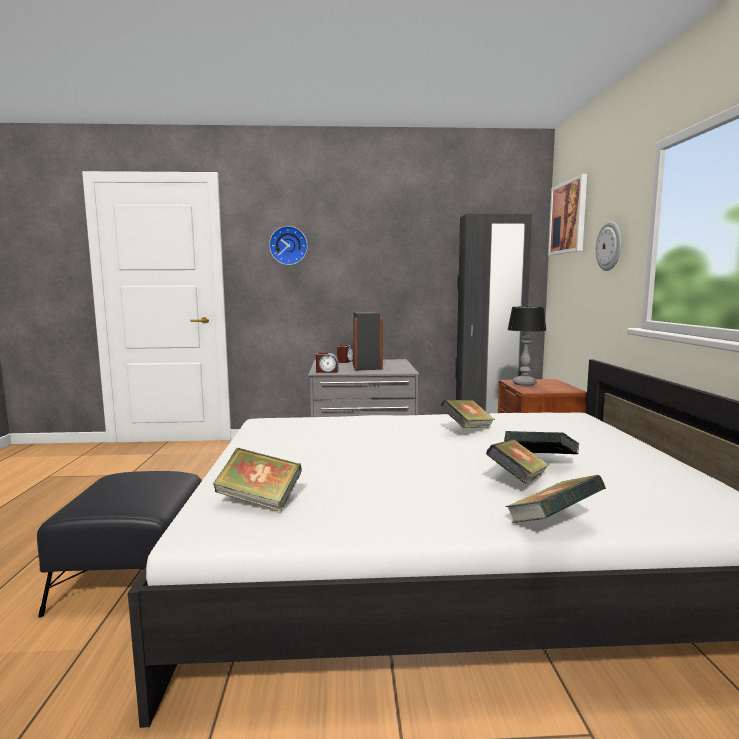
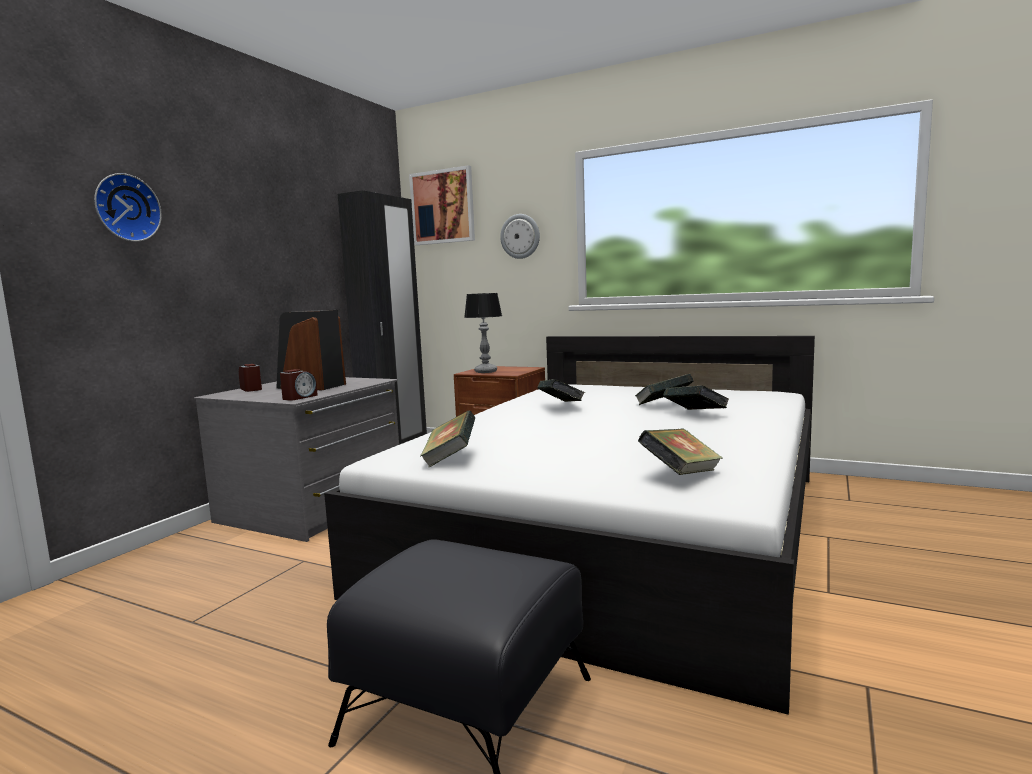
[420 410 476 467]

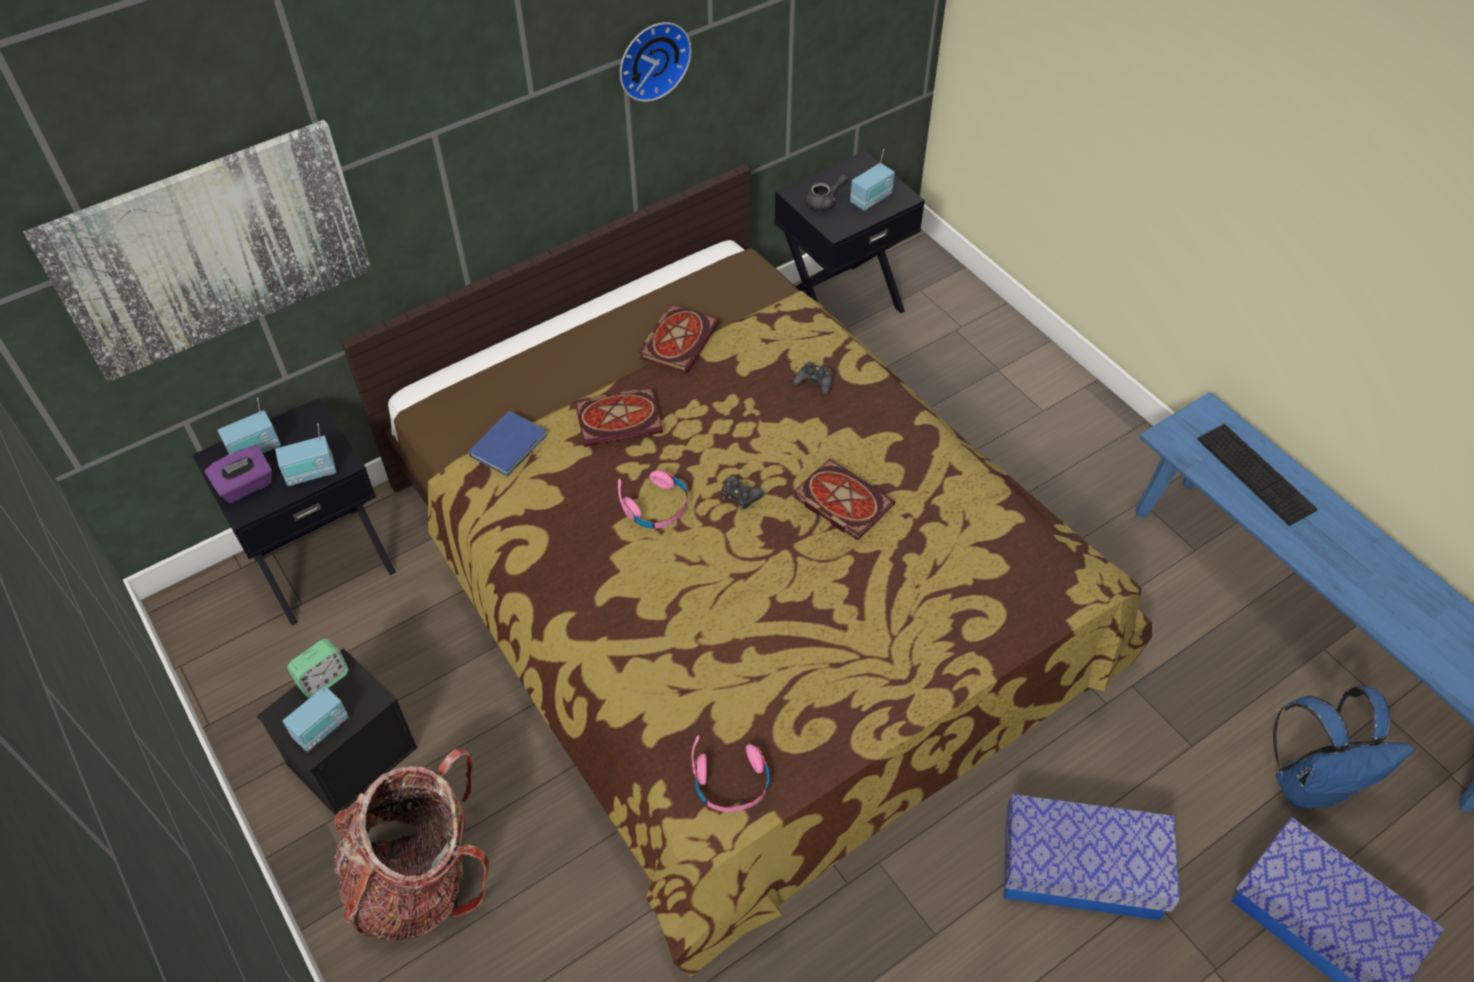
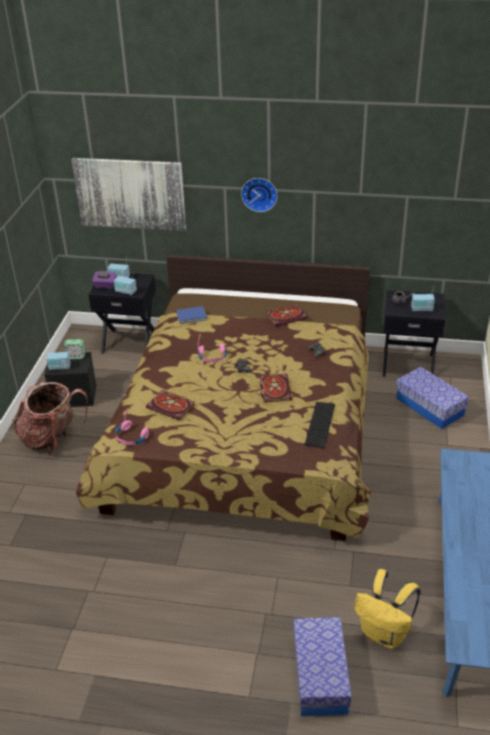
[146 390 195 421]
[241 178 278 212]
[396 367 469 429]
[305 402 335 448]
[354 569 421 649]

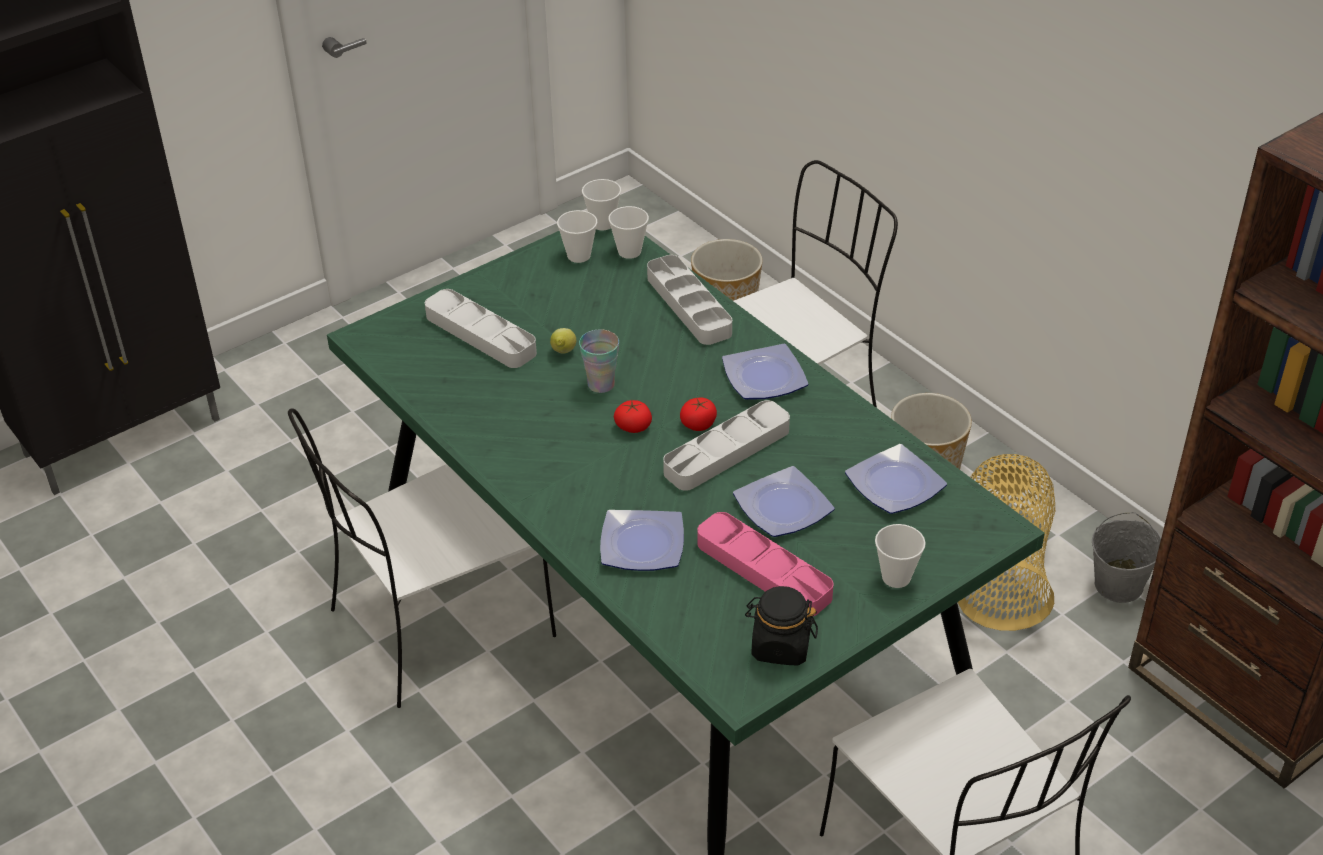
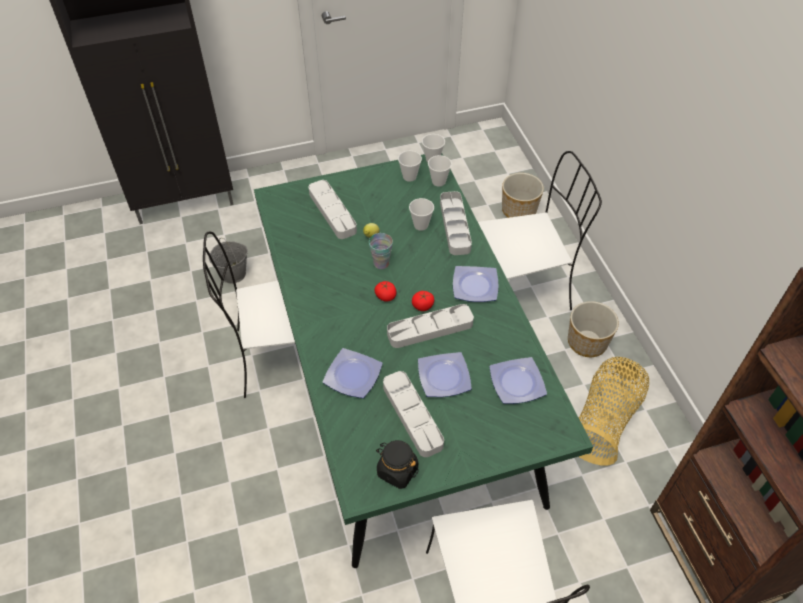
[409 198 434 231]
[209 238 248 284]
[383 371 444 457]

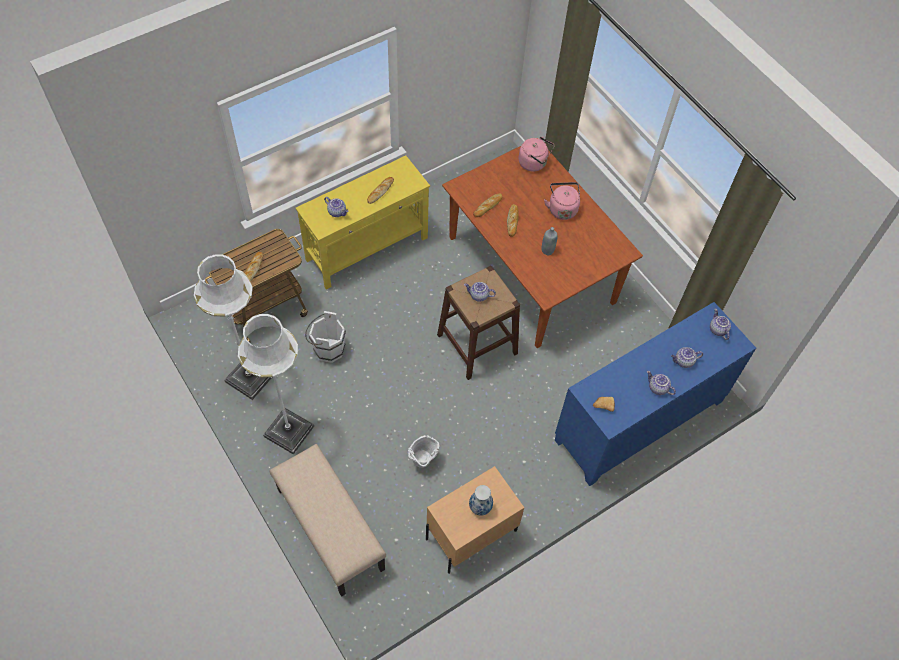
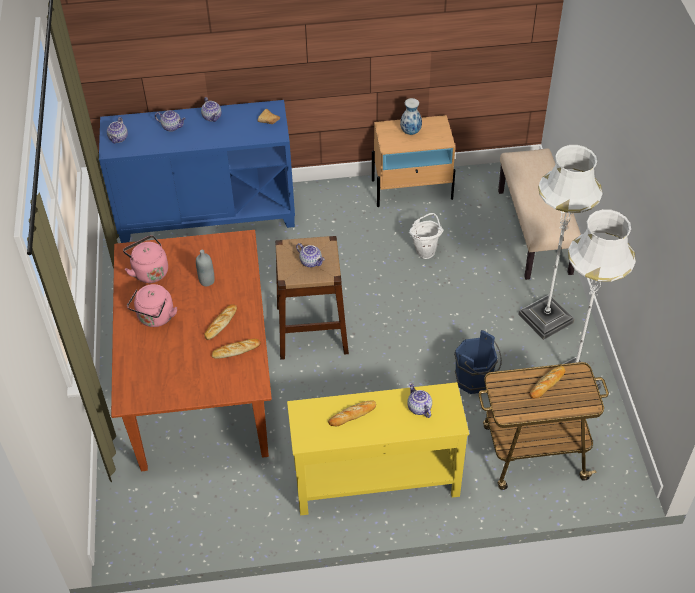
[123 235 168 283]
[454 330 502 394]

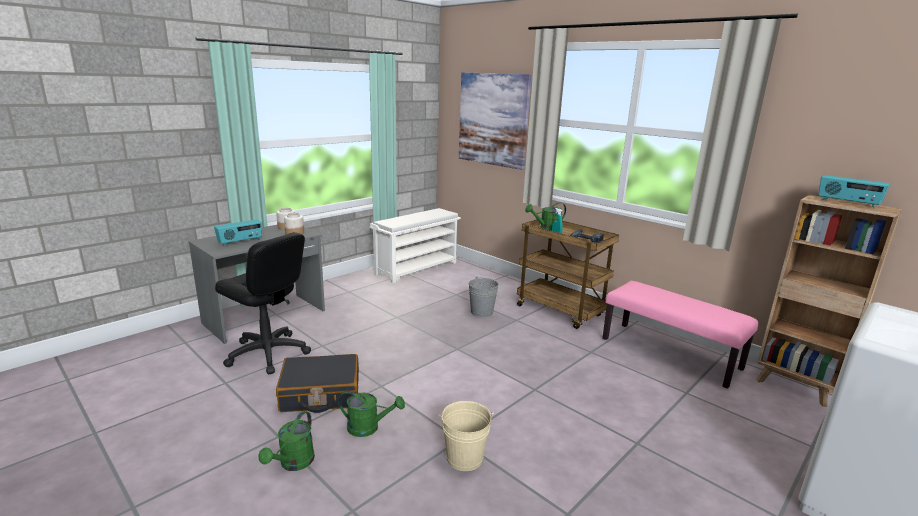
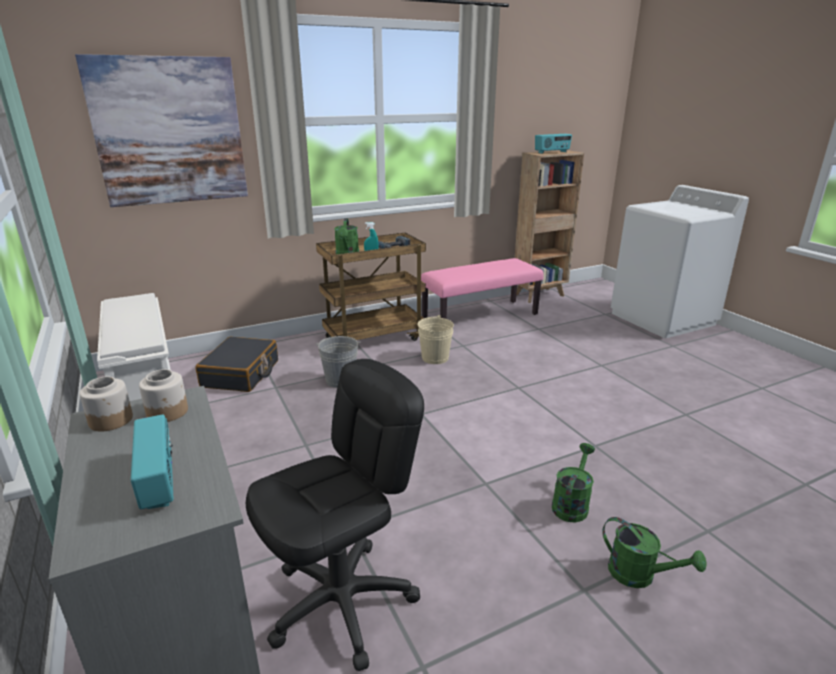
[195 337 278 392]
[417 315 454 364]

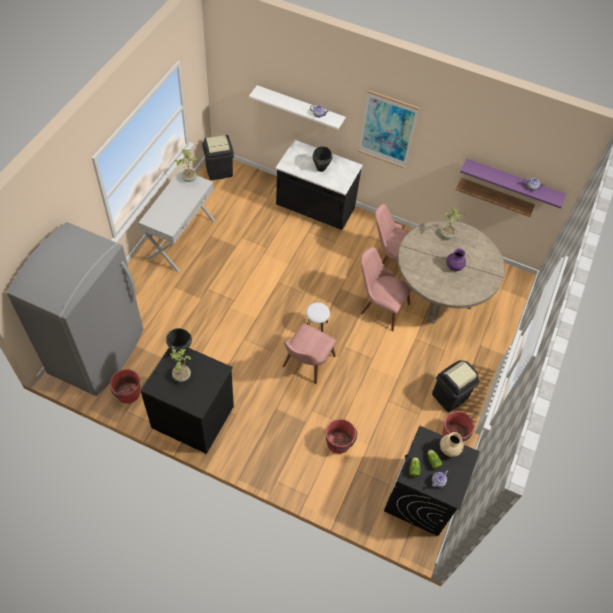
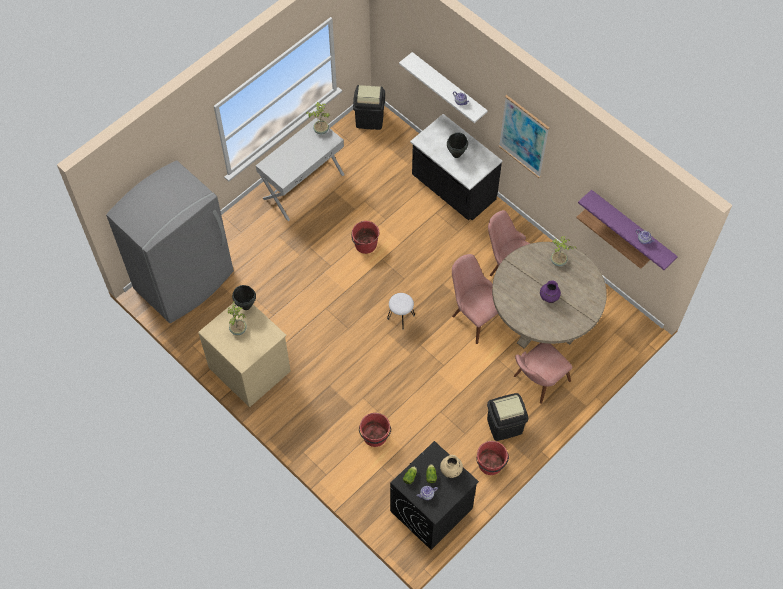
[351 221 379 254]
[514 343 573 404]
[198 303 291 407]

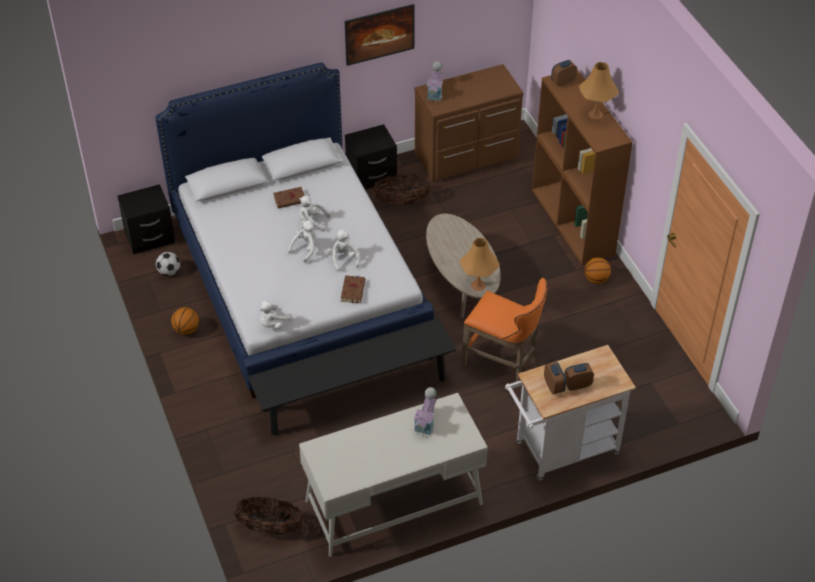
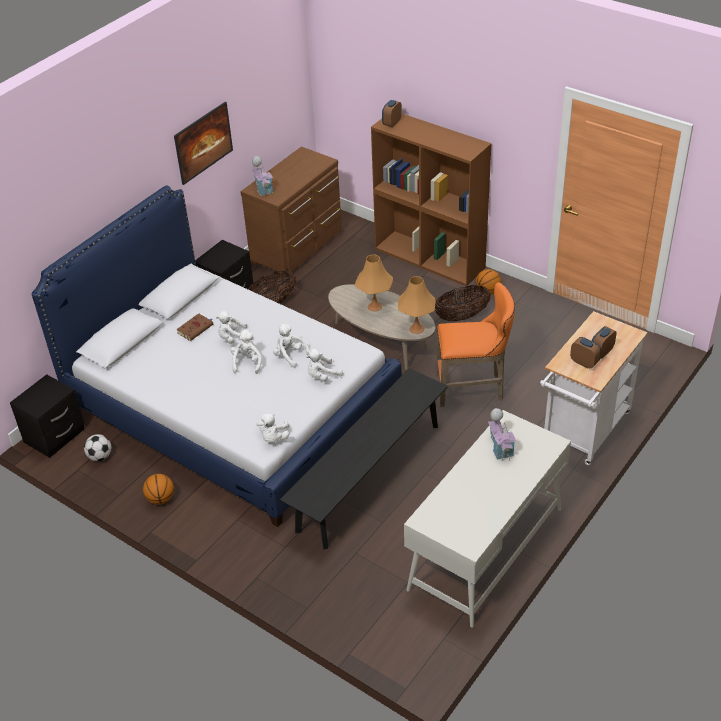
[435 285 491 321]
[355 254 393 311]
[306 349 343 382]

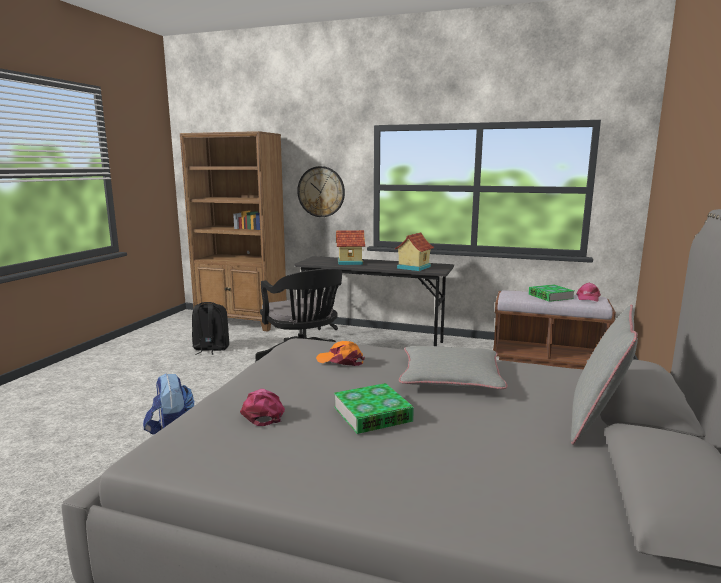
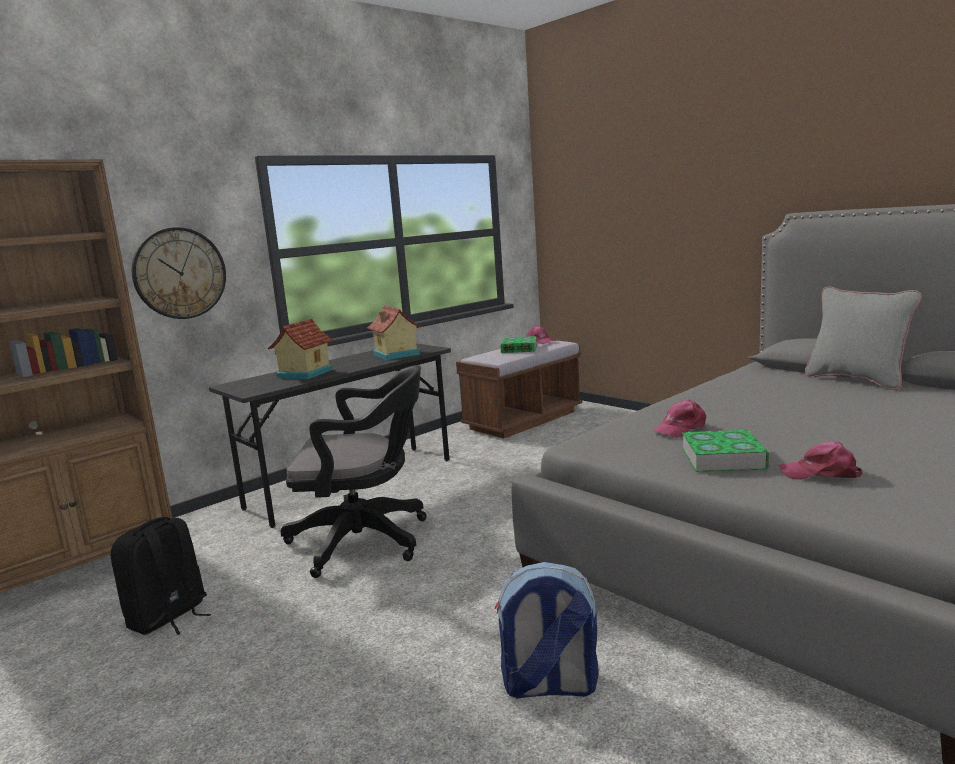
[399 346 508 389] (first image)
[682 430 769 472]
[653 399 706 438]

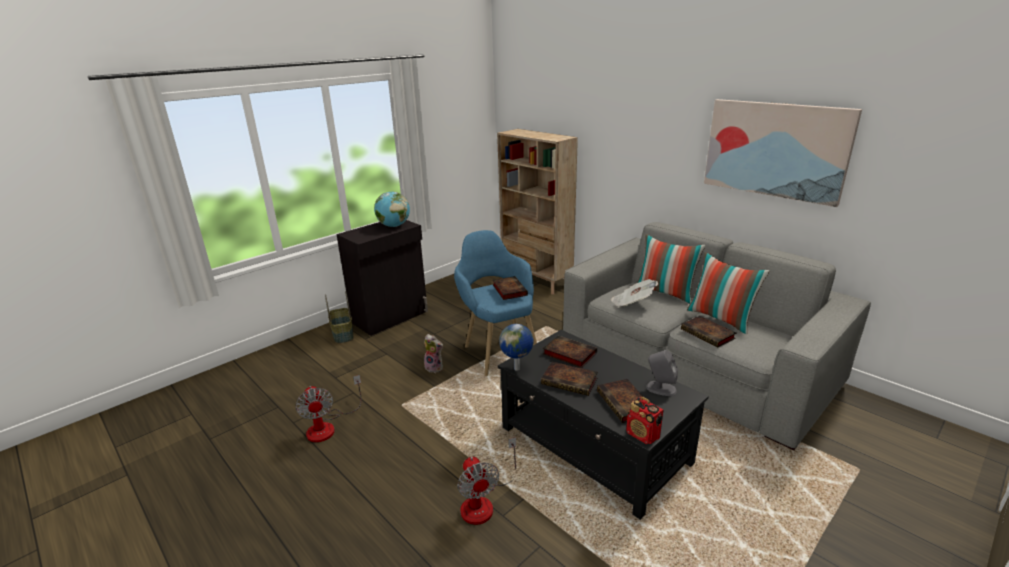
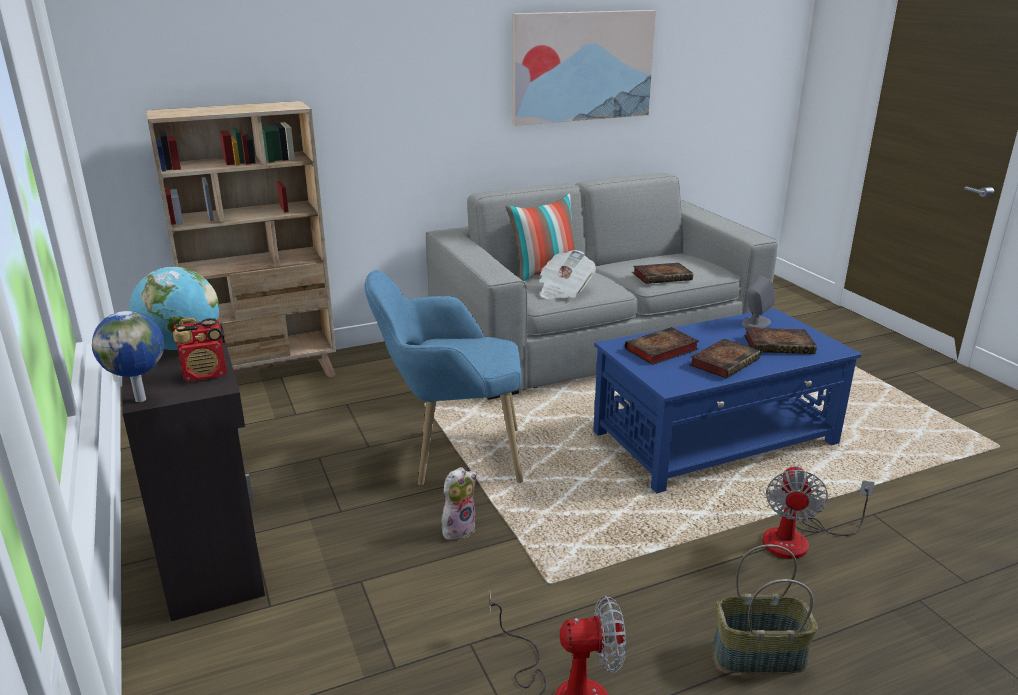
[493 276 528 300] (first image)
[687 252 769 334] (first image)
[713 544 818 673]
[92 311 164 402]
[173 318 227 382]
[593 308 862 493]
[762 465 875 559]

